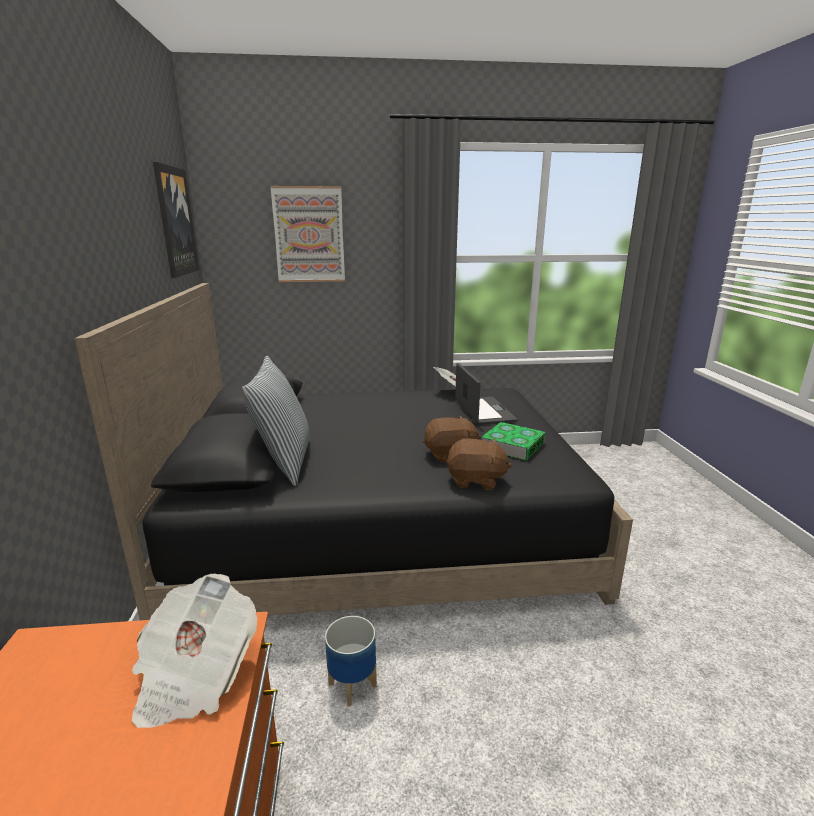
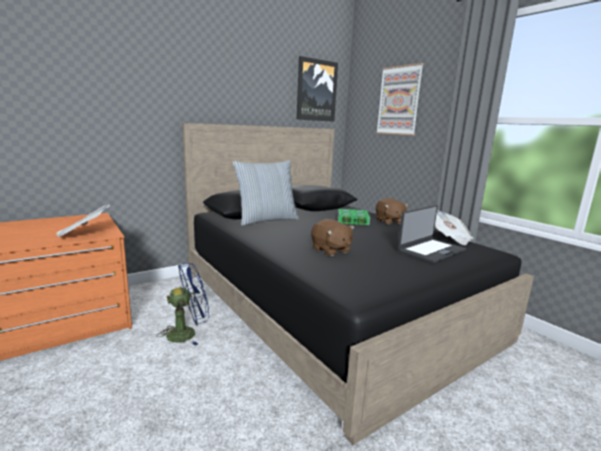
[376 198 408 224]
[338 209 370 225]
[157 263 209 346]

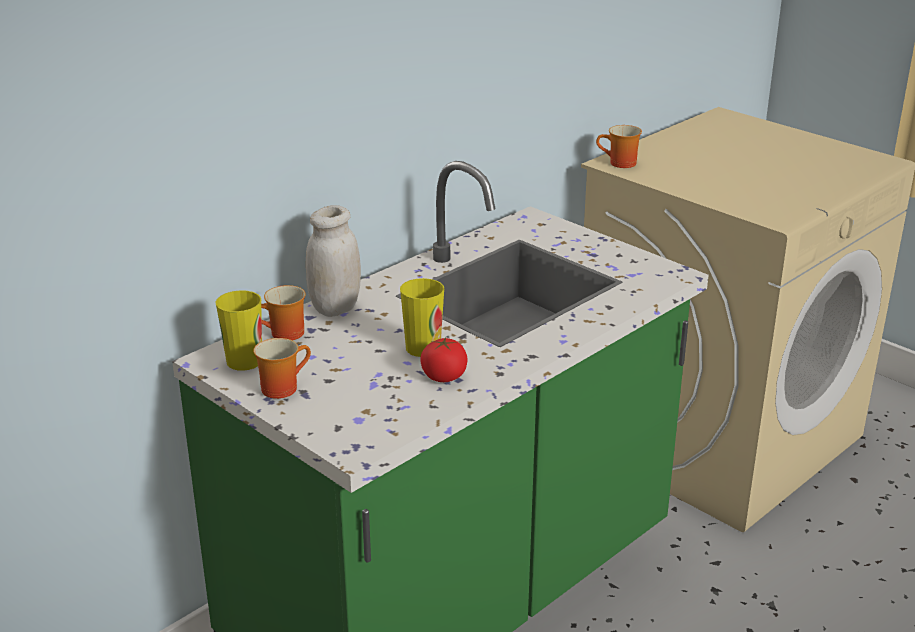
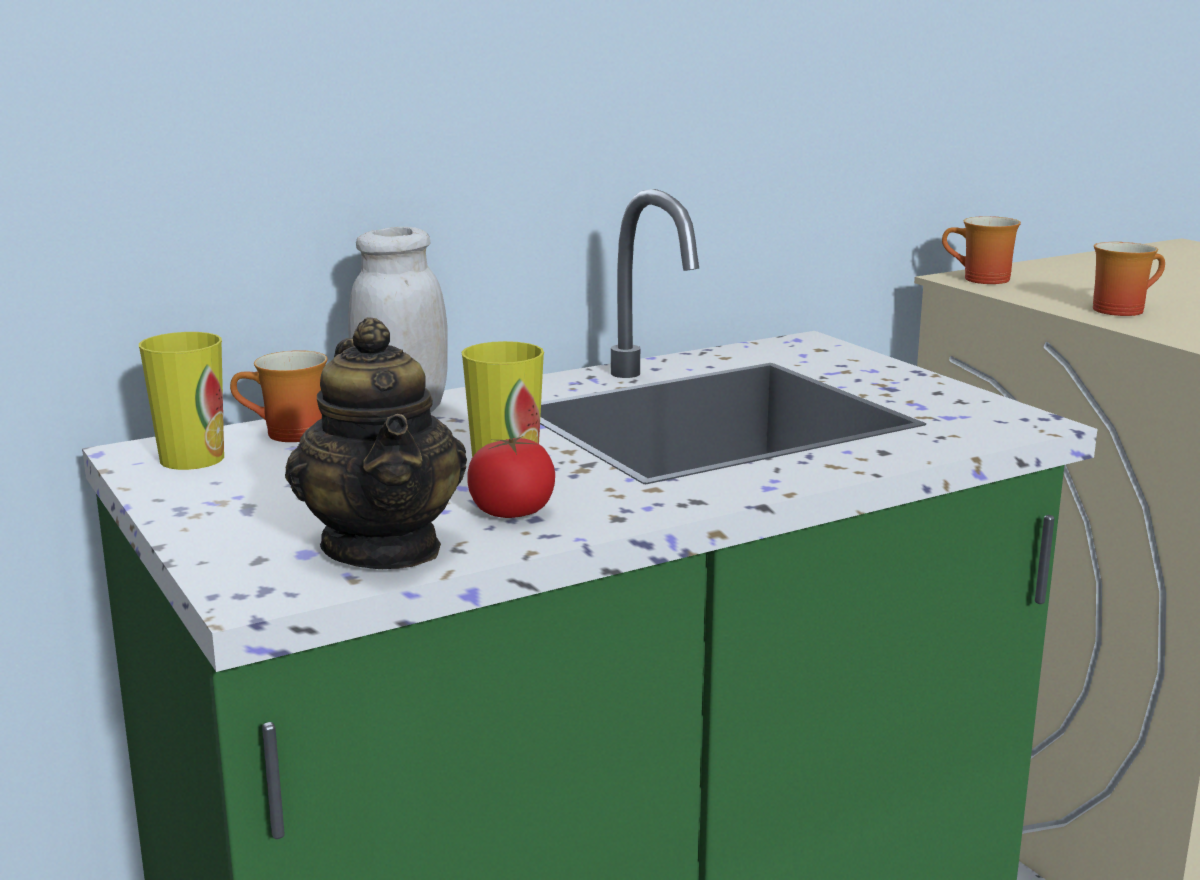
[285 317 467 569]
[1093 242 1165 316]

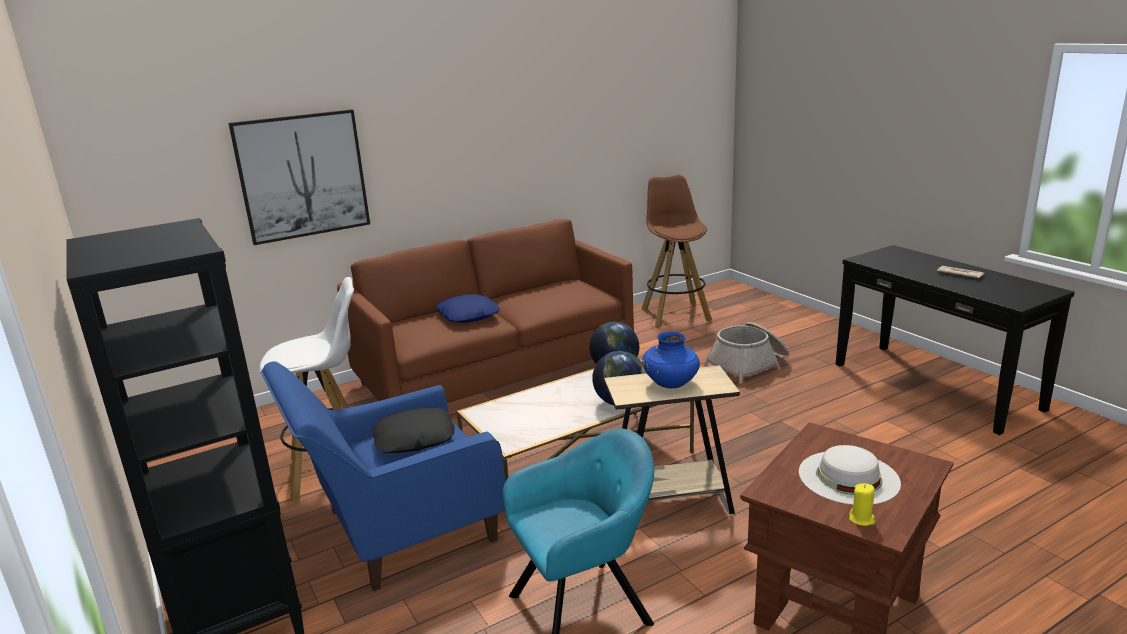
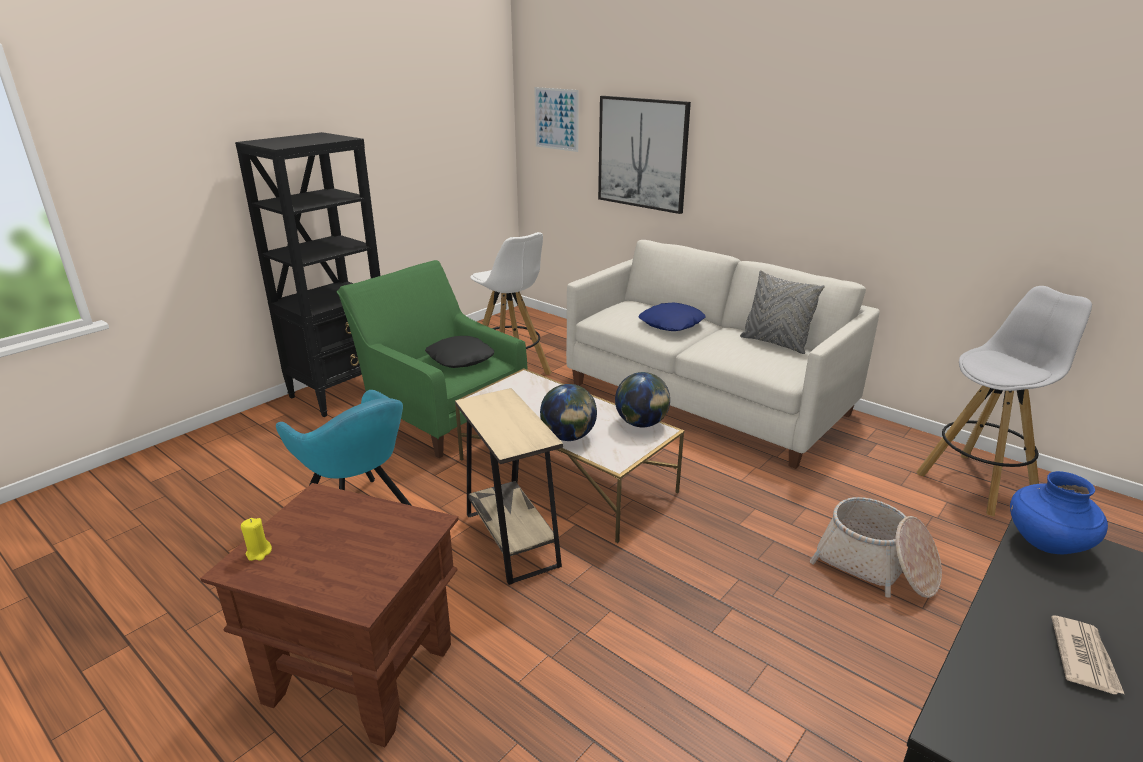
[799 445 901 505] (first image)
[534 87 579 152]
[740 270 825 354]
[1010 471 1108 554]
[336 260 528 458]
[566 240 880 469]
[916 286 1092 517]

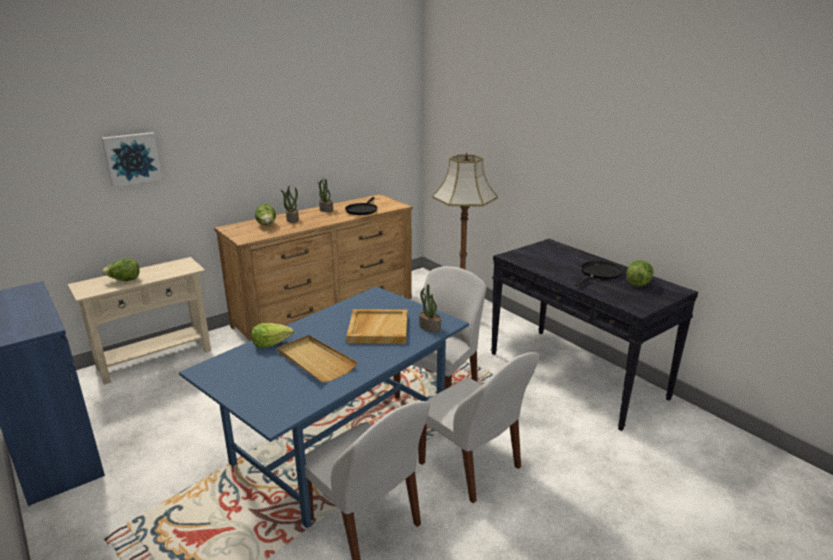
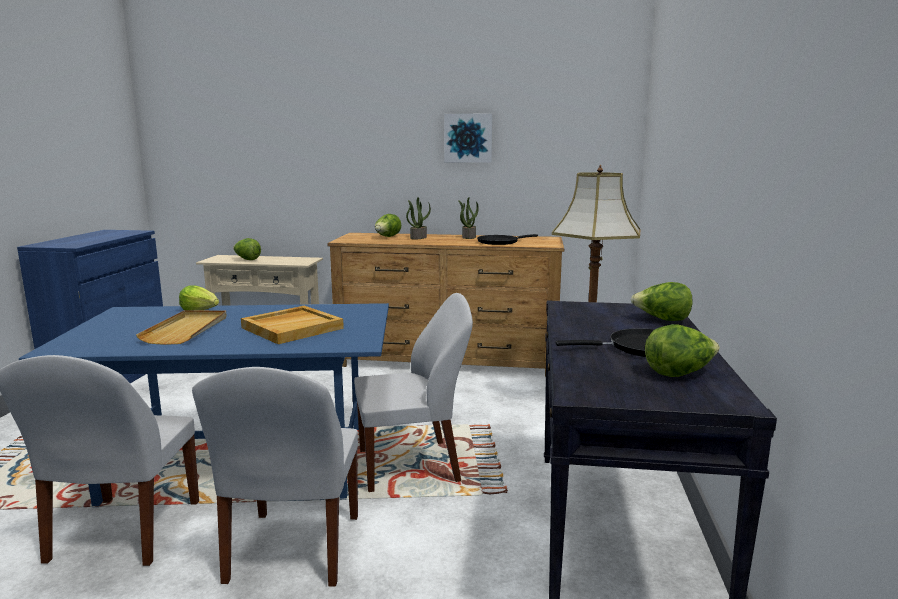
[419 284 441 333] (first image)
[631 282 693 321]
[444 114 492 163]

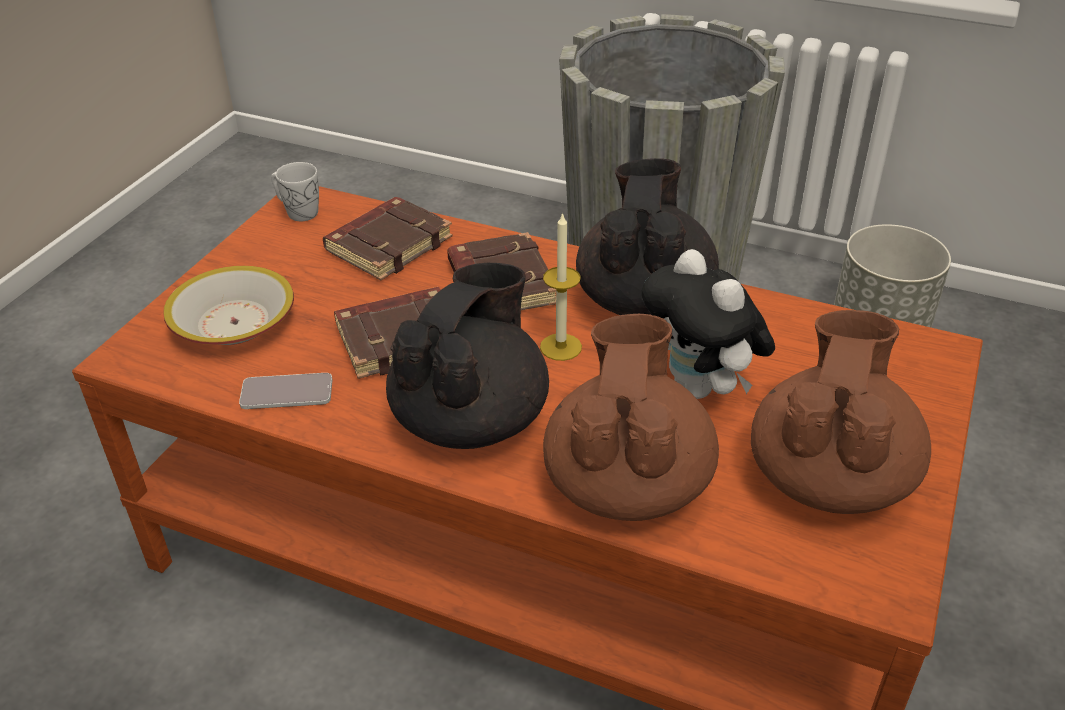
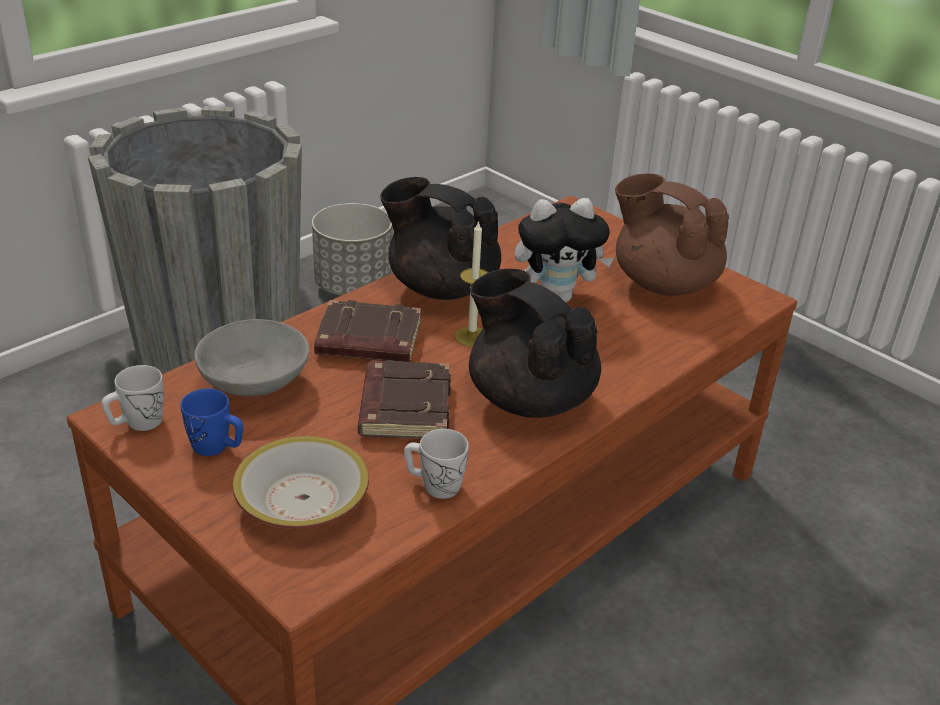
[543 314 719 521] (first image)
[180 388 243 456]
[404 429 469 499]
[194 319 310 396]

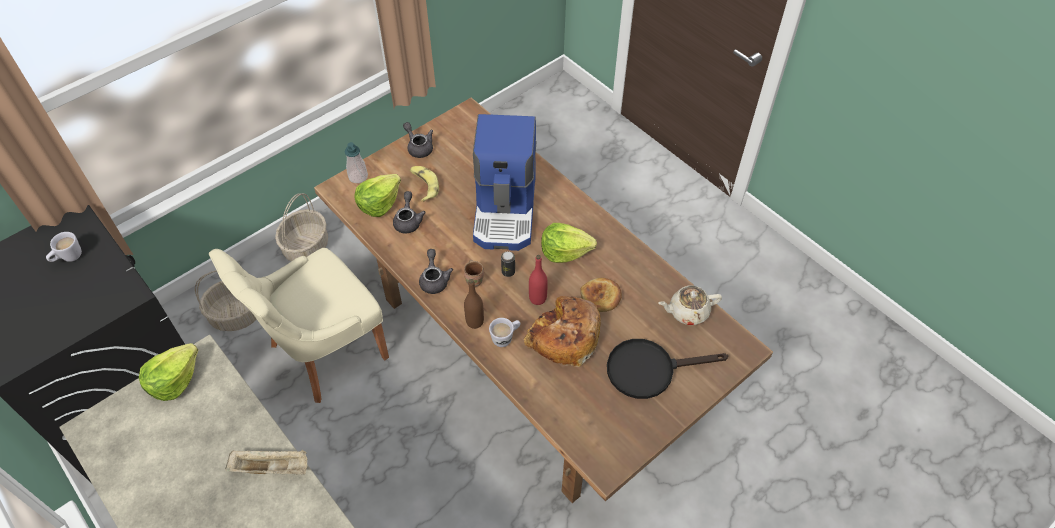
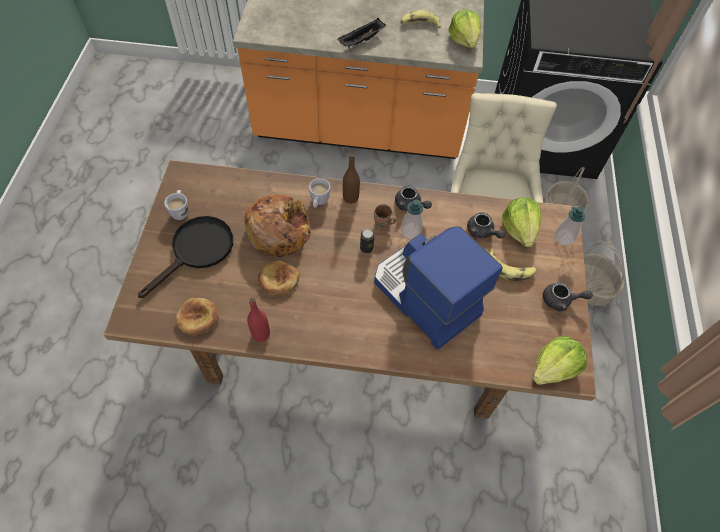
[401 10 441 28]
[401 200 424 239]
[164 190 189 220]
[247 298 270 342]
[532 336 587 385]
[176 298 219 335]
[337 18 386 47]

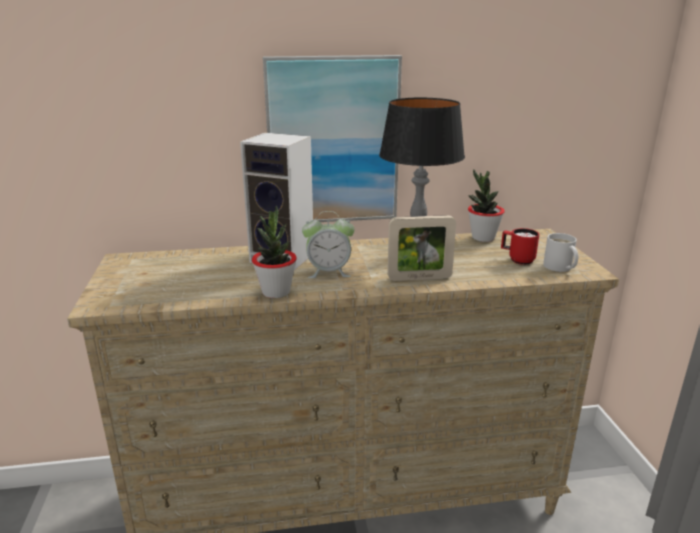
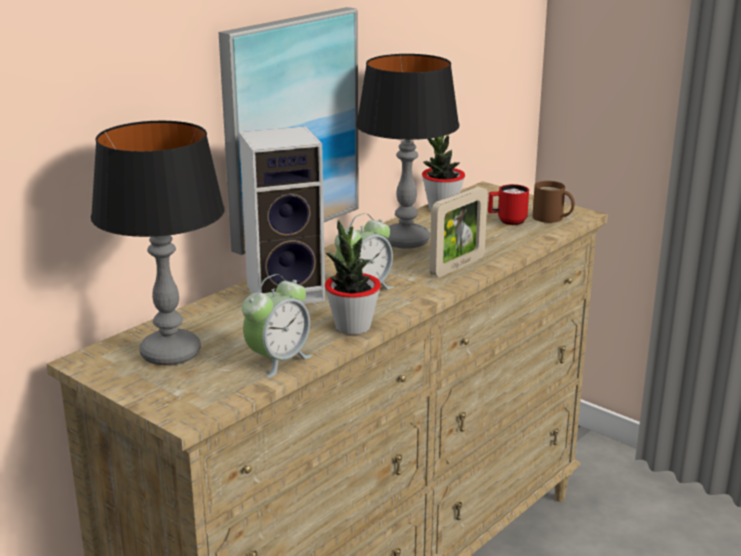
[91 121 225 366]
[242 274 312 378]
[533 181 575 223]

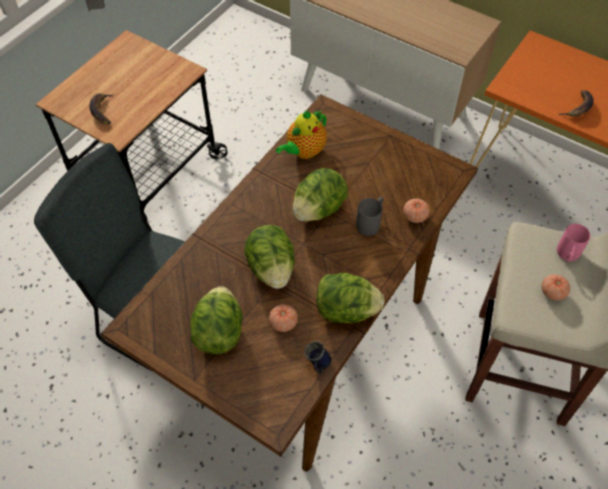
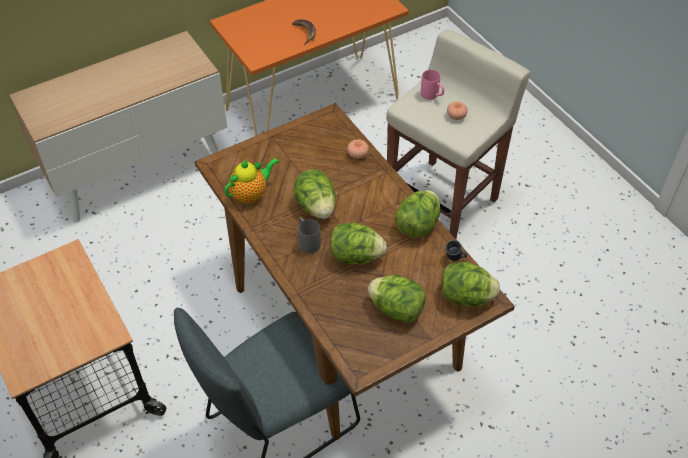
[90 93 114 125] (first image)
[269 304 298 332] (first image)
[441 262 500 307]
[299 217 321 253]
[224 158 279 204]

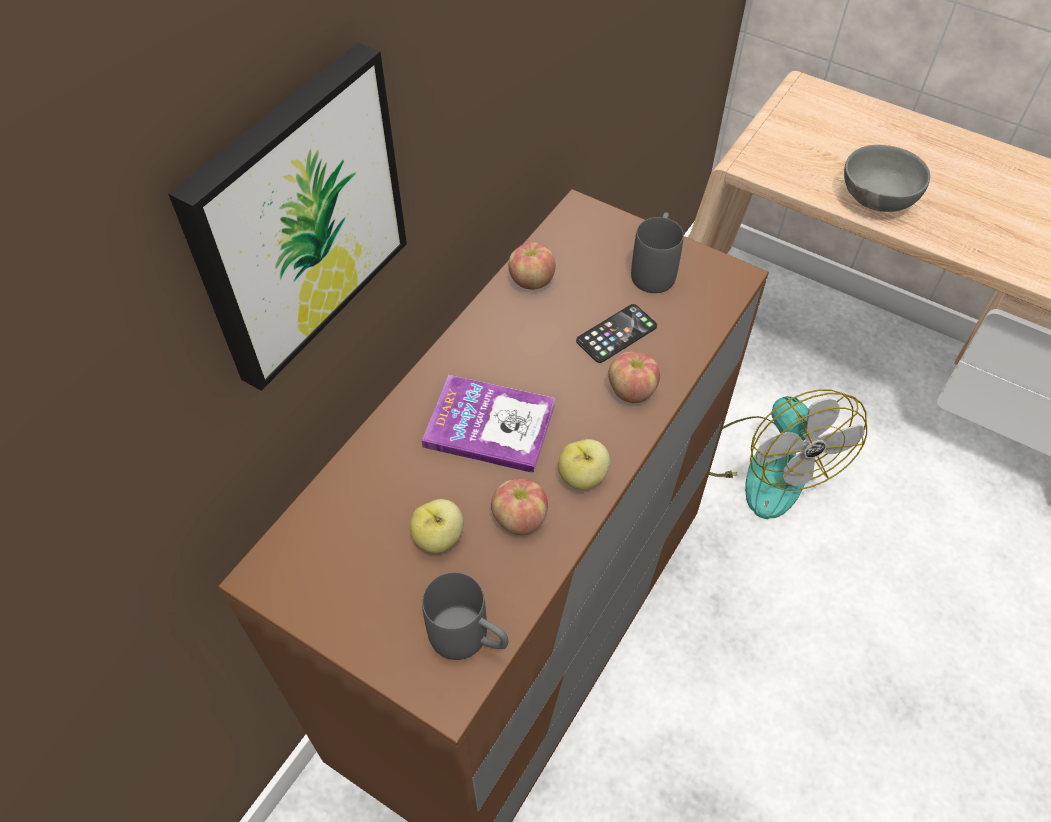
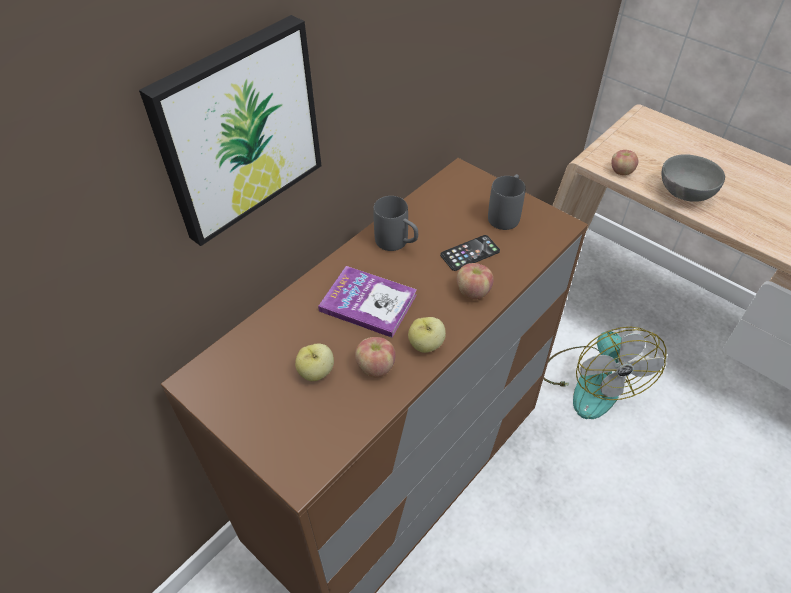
[373 196 418 251]
[611 150 638 175]

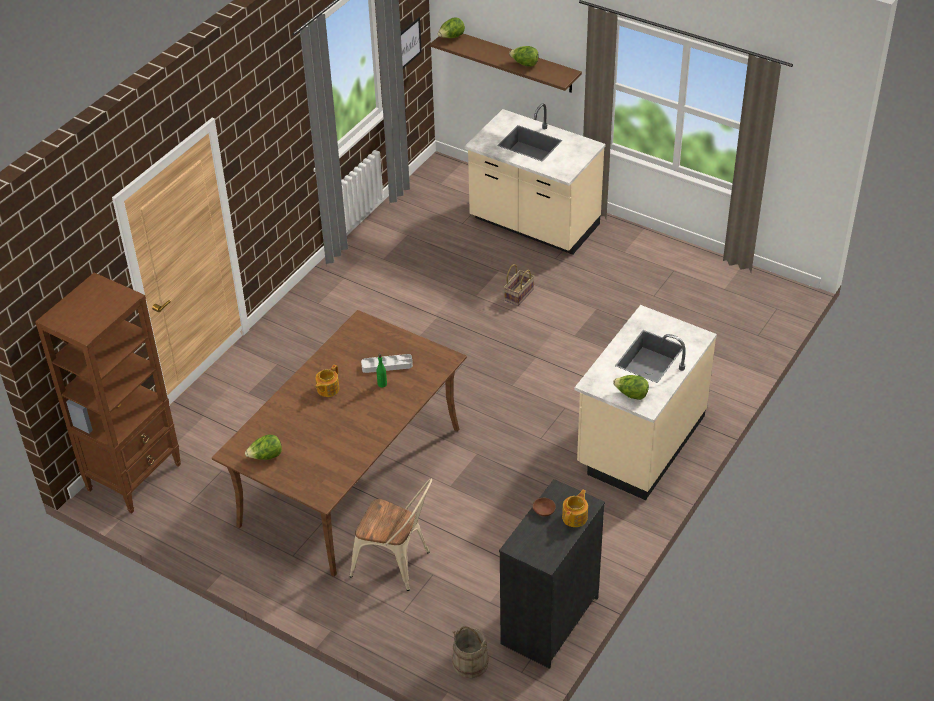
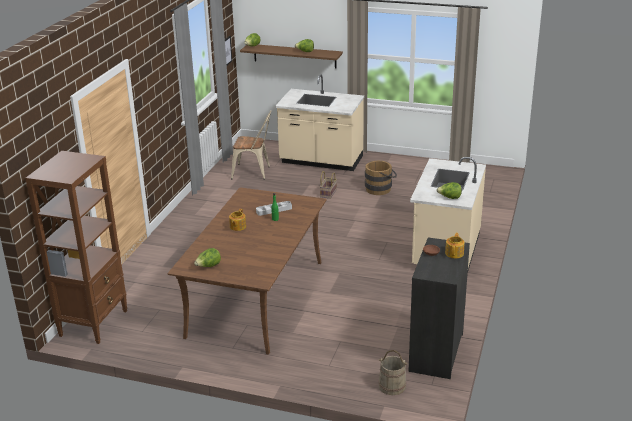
[365 161 397 195]
[231 110 272 180]

